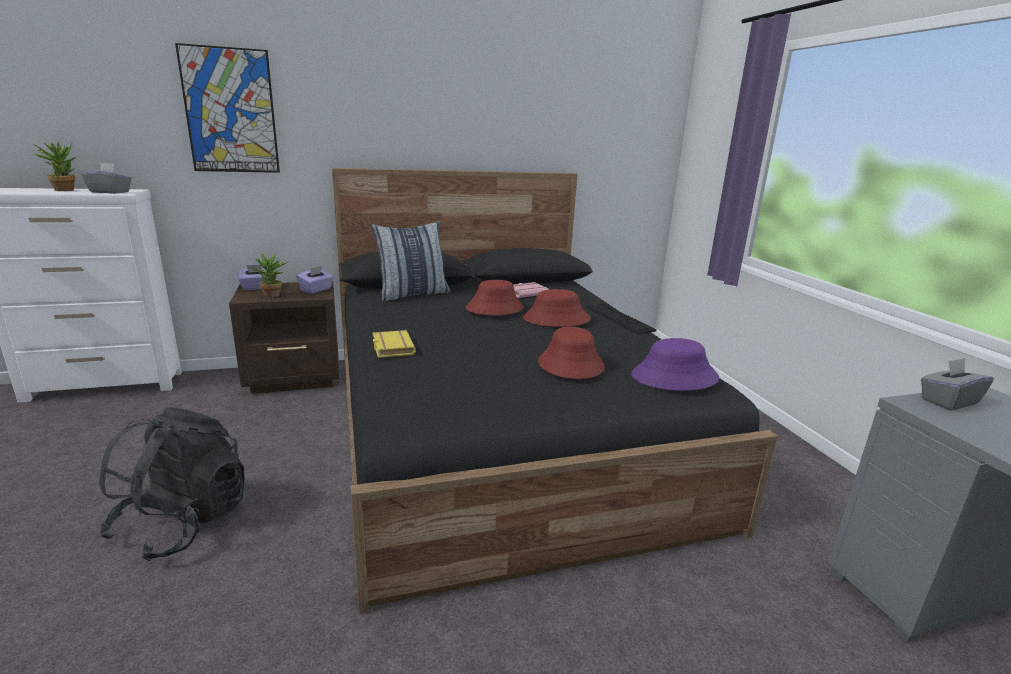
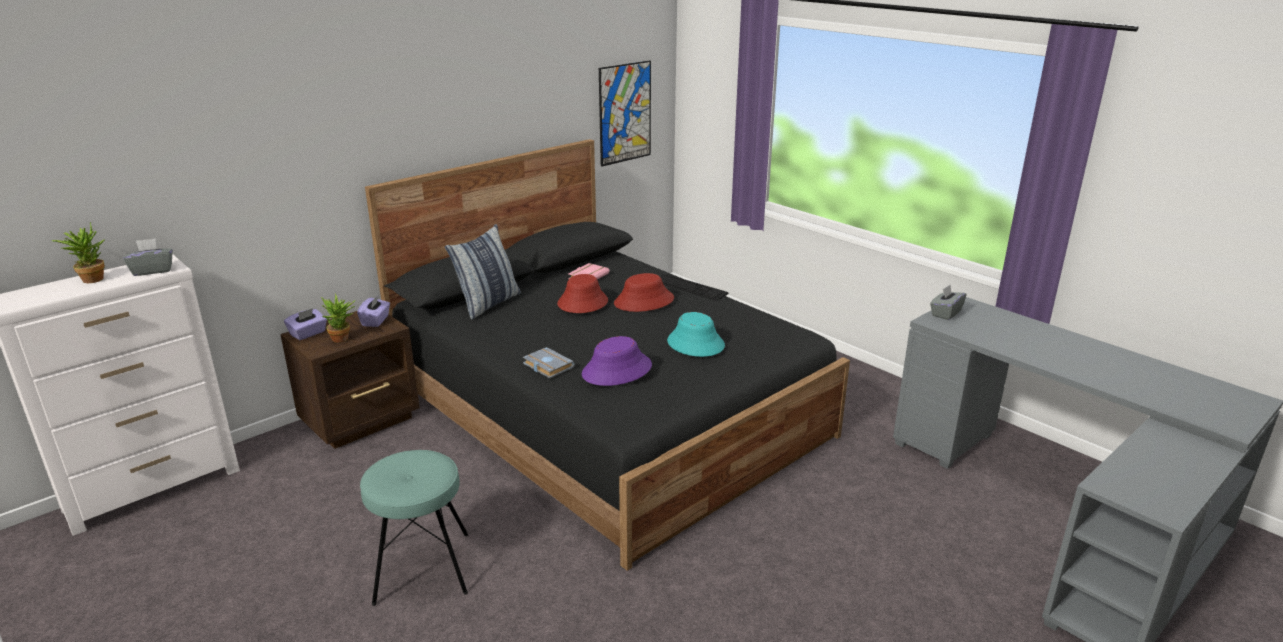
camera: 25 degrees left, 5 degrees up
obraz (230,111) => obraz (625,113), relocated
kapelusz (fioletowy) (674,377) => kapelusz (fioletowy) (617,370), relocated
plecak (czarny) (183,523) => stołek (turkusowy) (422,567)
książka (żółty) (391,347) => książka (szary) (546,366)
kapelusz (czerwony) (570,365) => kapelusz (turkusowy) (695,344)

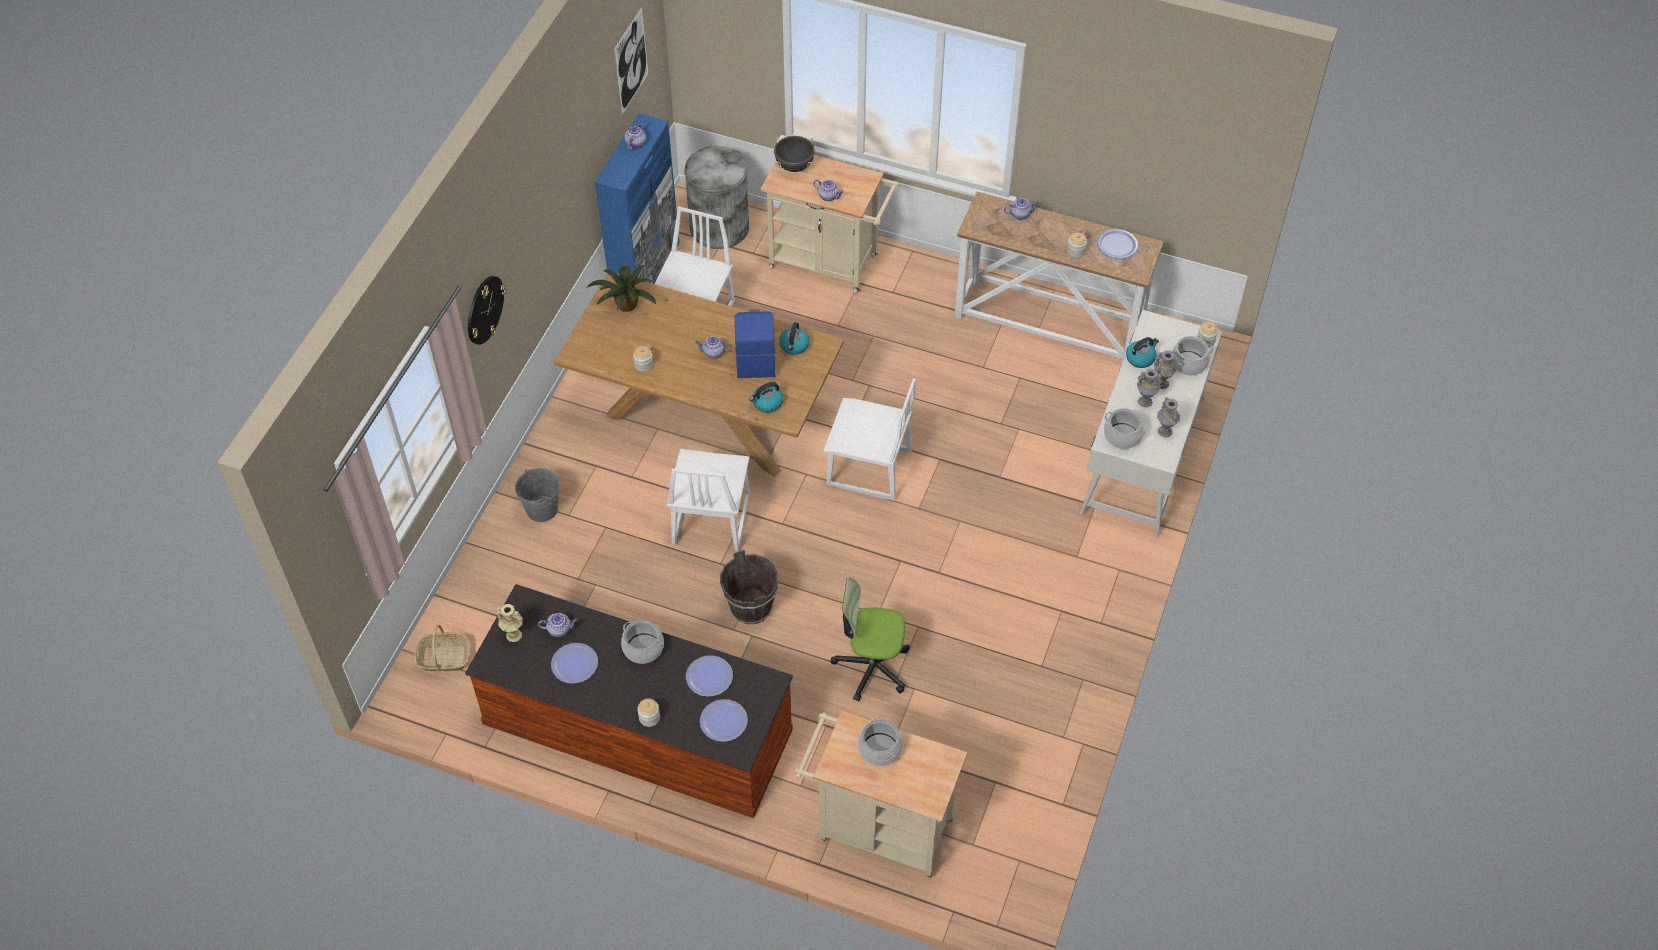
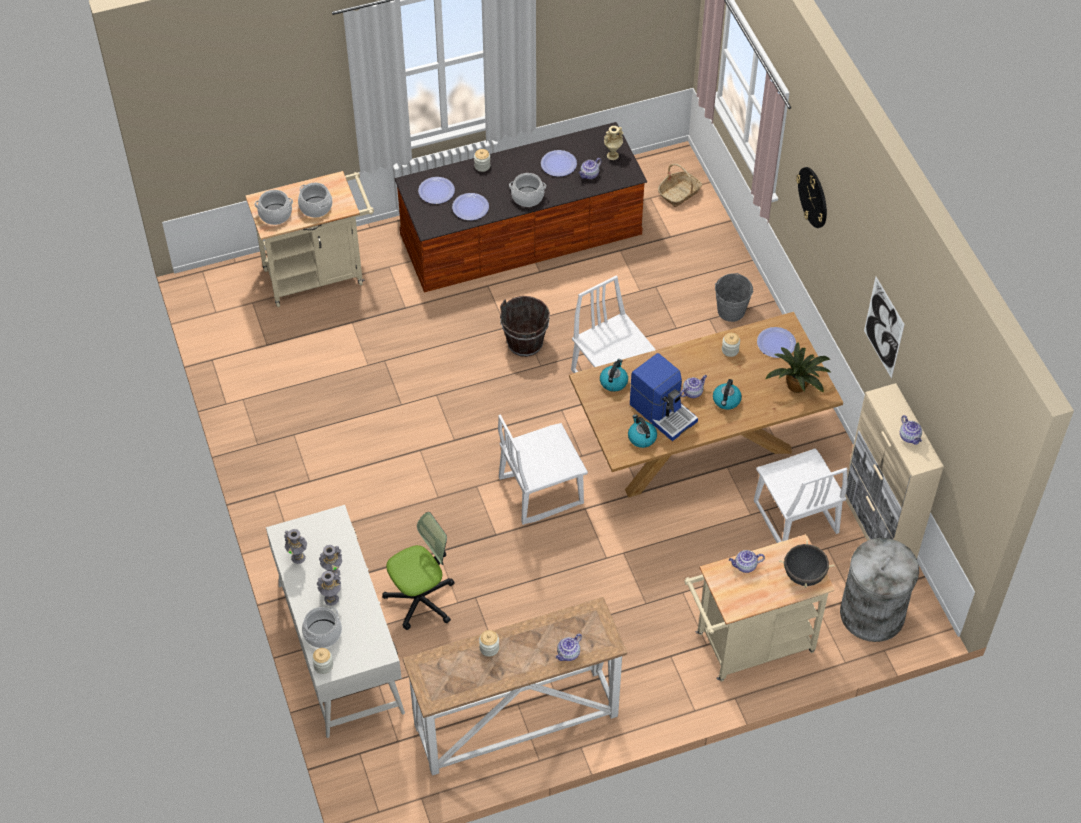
camera: 140 degrees right, 0 degrees up
obraz (631,61) => obraz (883,327), relocated
krzesło biurowe (872,666) => krzesło biurowe (420,599), relocated
talerz (1117,245) => talerz (776,343), relocated
garnek (1122,436) => garnek (275,214), relocated
czajnik (1140,358) => czajnik (726,401), relocated
szafka (niebieski) (646,272) => szafka (beżowy) (878,530)

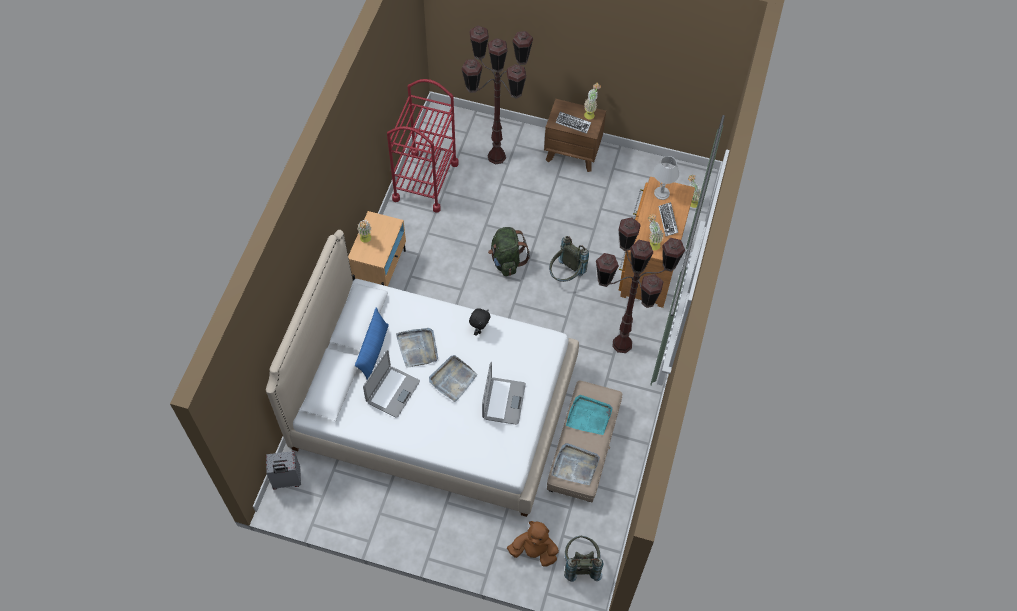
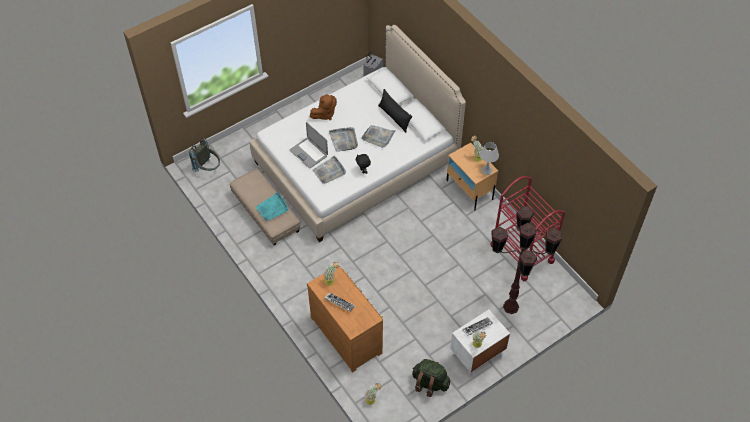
camera: 130 degrees right, 5 degrees down
laptop (392,392) => nothing
plecak (szary) (565,275) => nothing
lampa stojąca (brązowy) (622,343) => nothing
plecak (zielony) (506,260) => plecak (zielony) (429,383), relocated
pluszak (brązowy) (534,551) => pluszak (brązowy) (324,114), relocated
taca (szary) (575,465) => taca (szary) (329,171), relocated
lampa stołowa (szary) (661,193) => lampa stołowa (szary) (487,170), relocated
poduszka (niebieski) (373,351) => poduszka (czarny) (394,117)
szafka nocna (brązowy) (573,153) => szafka nocna (biały) (476,356)

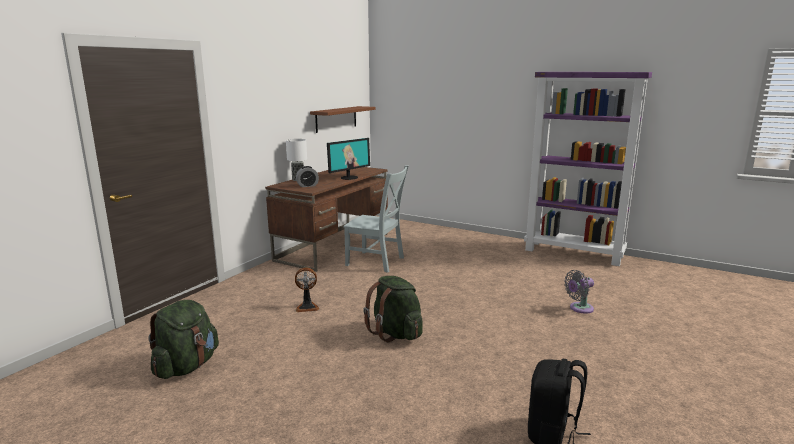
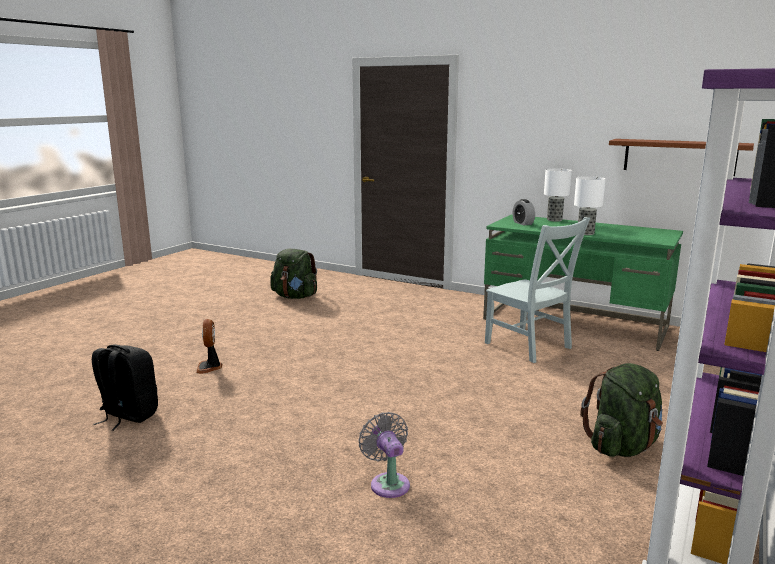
camera: 90 degrees right, 0 degrees up
wentylator (307,307) => wentylator (210,367), relocated
plecak (zielony) (395,333) => plecak (zielony) (622,446), relocated
monitor (349,177) => lampa stołowa (586,233)
biurko (brązowy) (334,246) => biurko (zielony) (575,323)
krzesło (szary) (377,262) => krzesło (szary) (530,347), 60 degrees counterclockwise

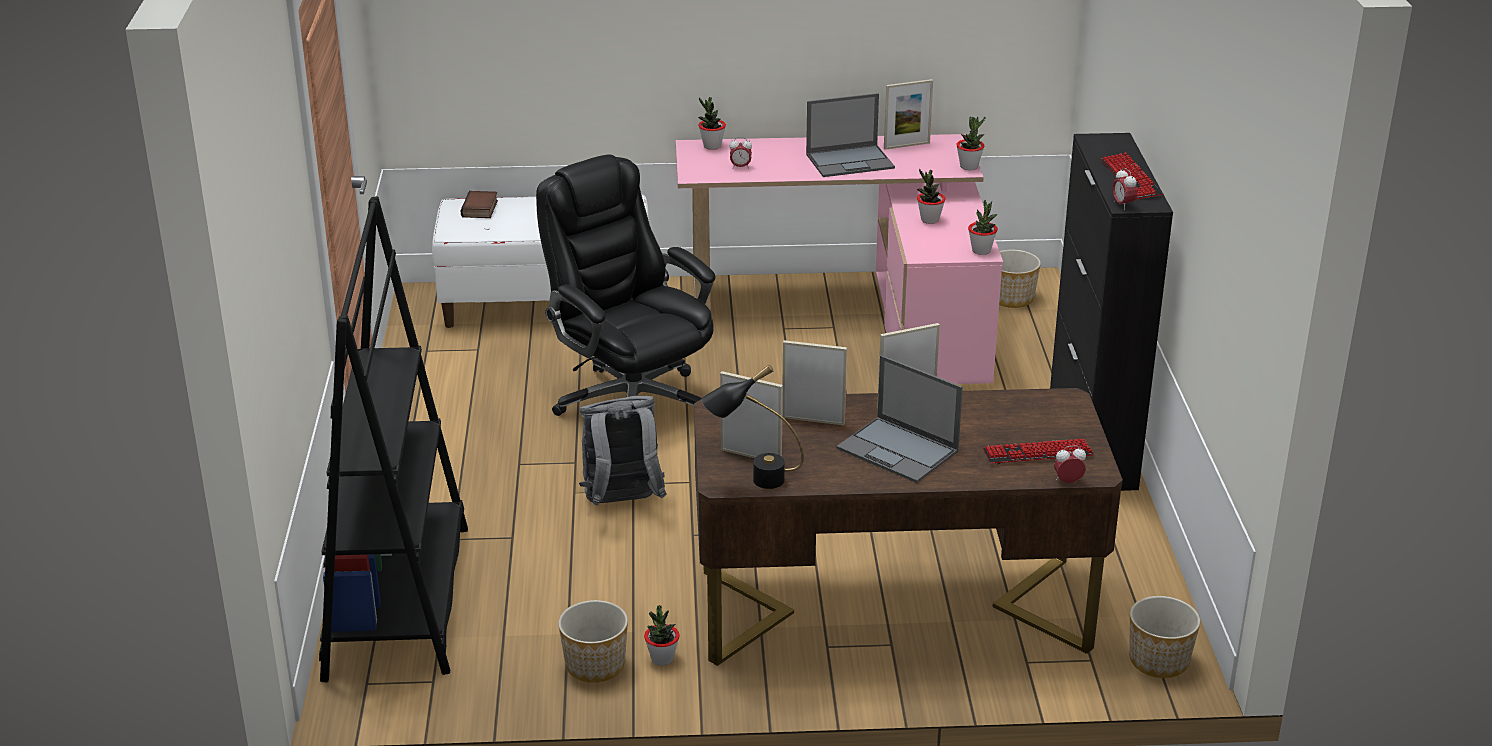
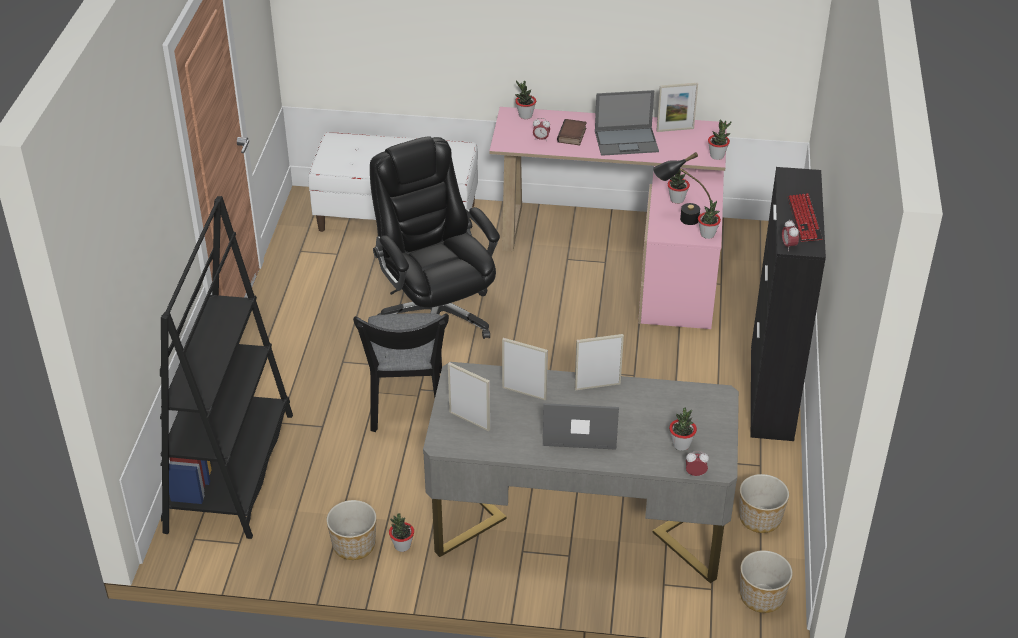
camera: 10 degrees right, 10 degrees up
książka (481,209) => książka (572,135), relocated
lampa stołowa (czarny) (753,480) => lampa stołowa (czarny) (680,218), relocated
donica (1012,298) => donica (760,518), relocated
plecak (szary) (622,503) => krzesło (czarny) (407,406)
klawiatura (1038,454) => roślina doniczkowa (681,445)
biurko (brązowy) (893,609) => biurko (szary) (579,525)
laptop (899,450) => laptop (579,429), 135 degrees clockwise

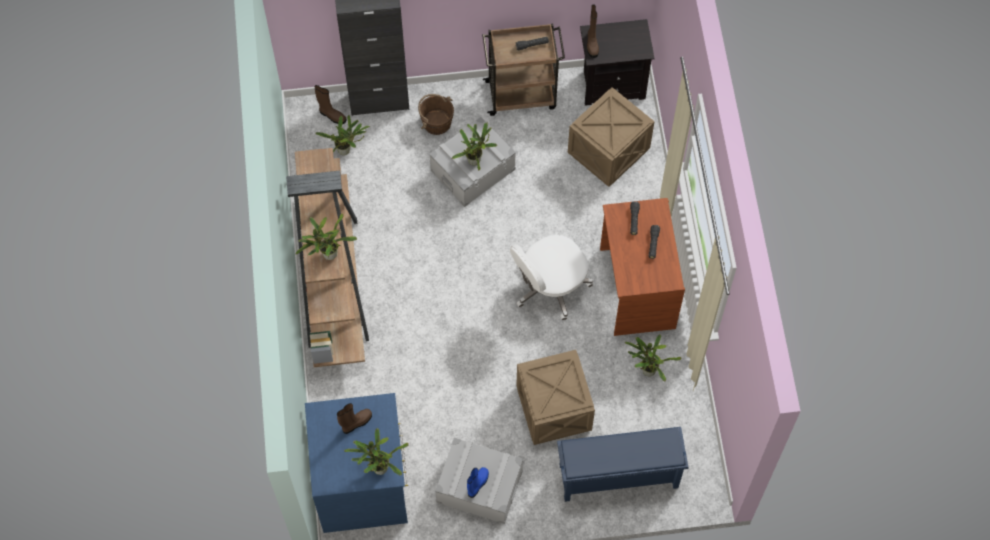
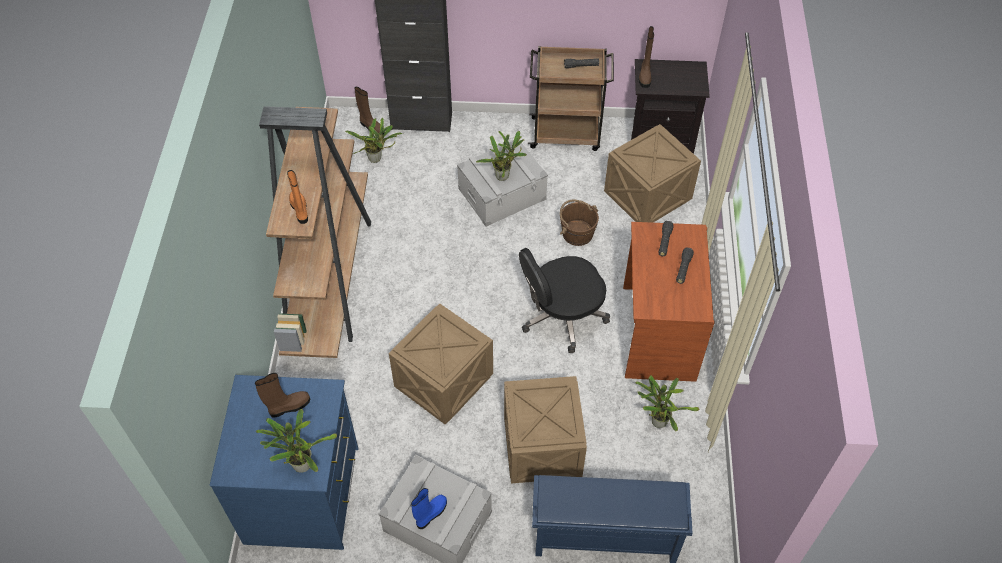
camera: 10 degrees right, 10 degrees down
nothing => skrzynka (444,380)
wiadro (brązowy) (436,122) => wiadro (brązowy) (577,233), relocated
roślina doniczkowa (327,254) => but z cholewką (pomarańczowy) (300,210)
krzesło biurowe (biały) (550,286) => krzesło biurowe (czarny) (561,316)

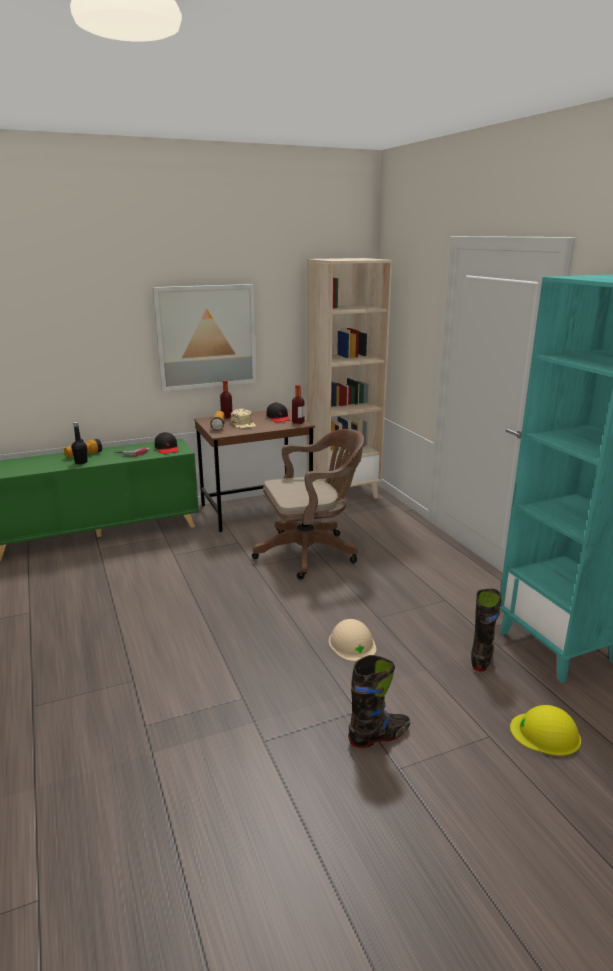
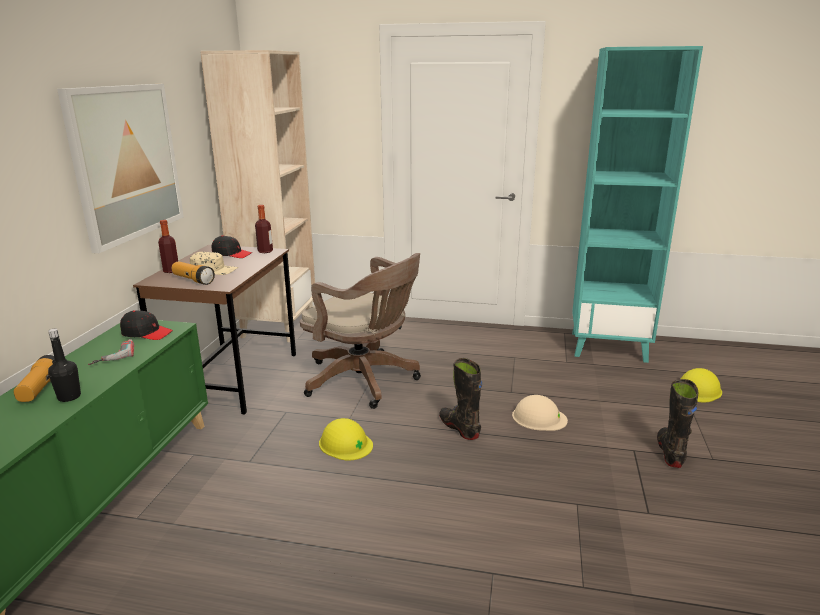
camera: 55 degrees left, 0 degrees up
nothing => kask (żółty) (345,443)
but z cholewką (czarny) (481,657) => but z cholewką (czarny) (459,428), relocated
krzesło biurowe (brązowy) (311,552) => krzesło biurowe (brązowy) (365,381), 105 degrees clockwise

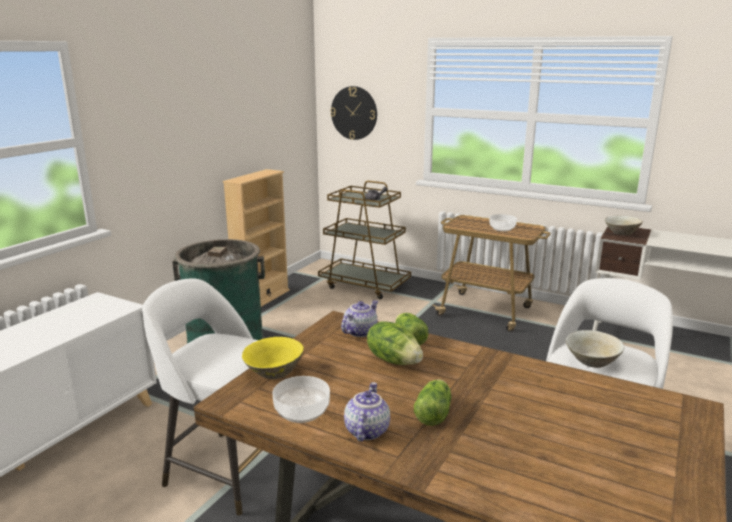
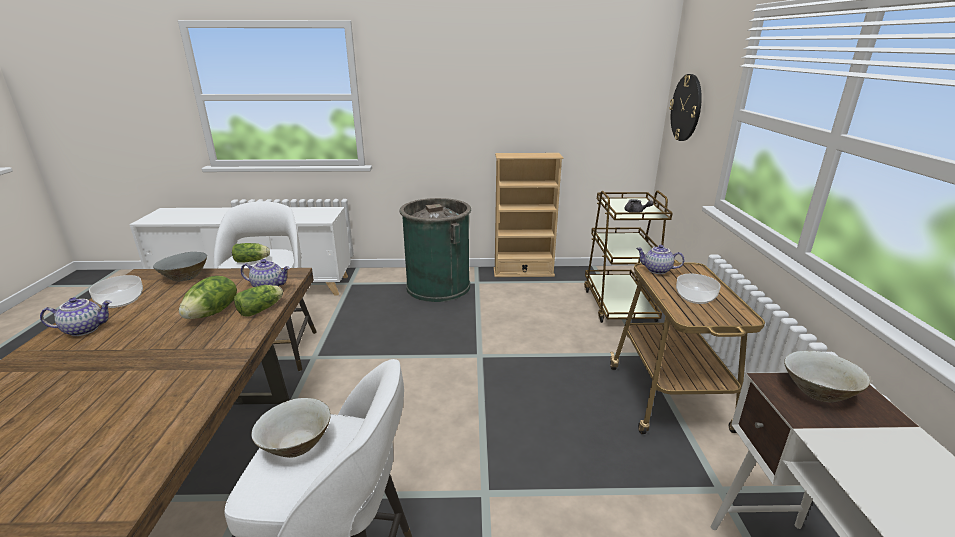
camera: 60 degrees right, 5 degrees up
nothing => imbryk (657,270)
sałata (434,412) => sałata (253,261), relocated
miska (żółty) (274,372) => miska (szary) (185,277)

